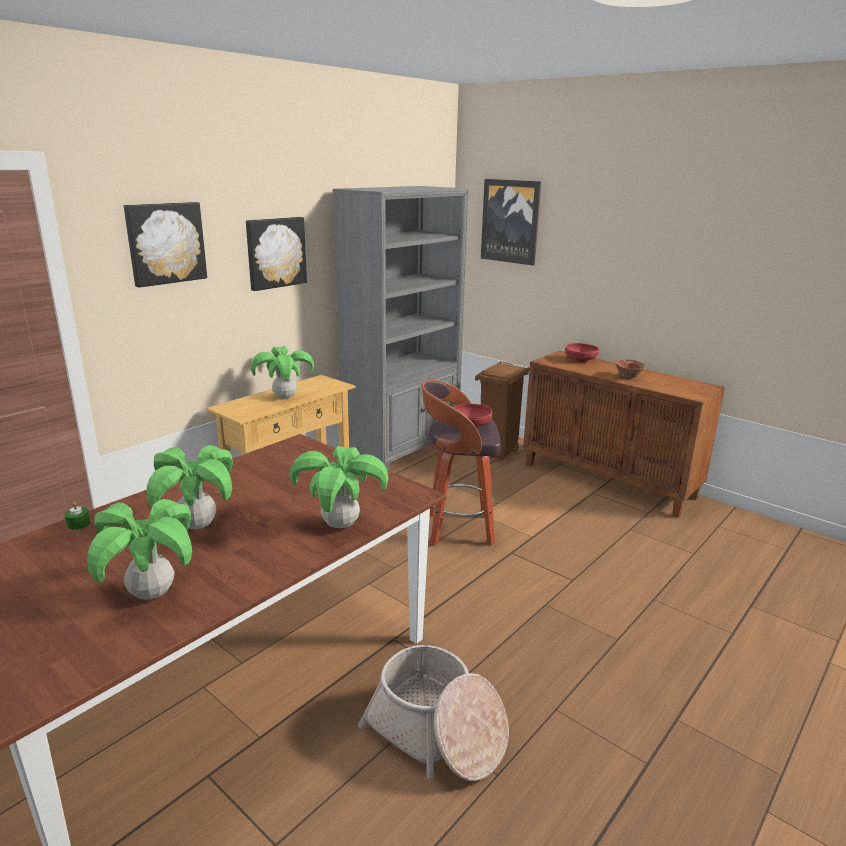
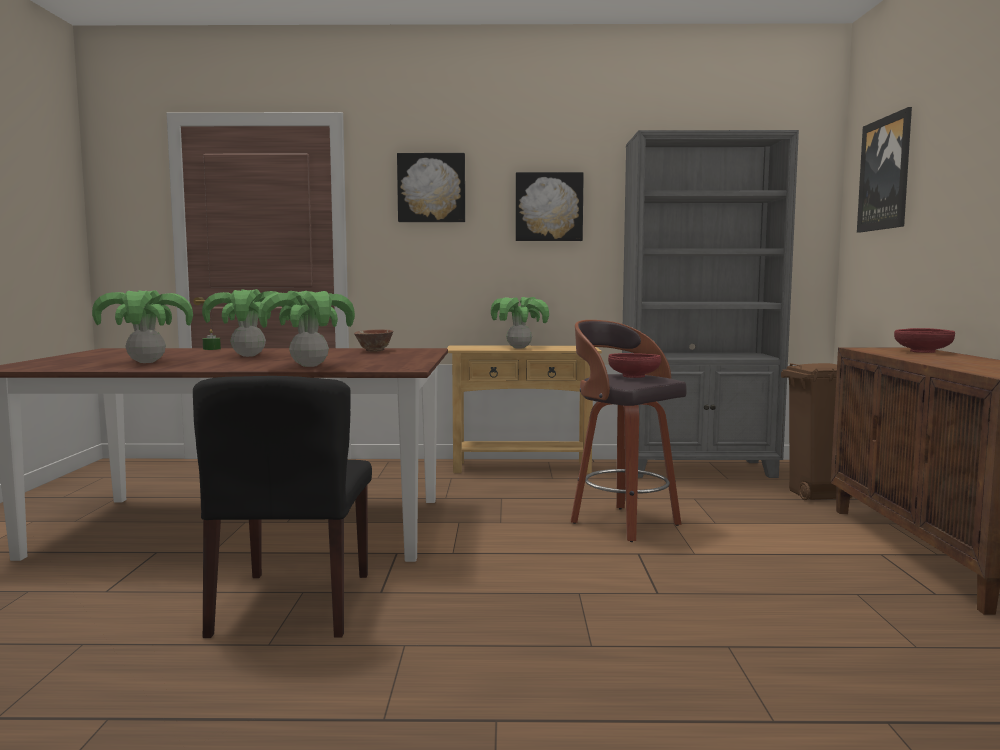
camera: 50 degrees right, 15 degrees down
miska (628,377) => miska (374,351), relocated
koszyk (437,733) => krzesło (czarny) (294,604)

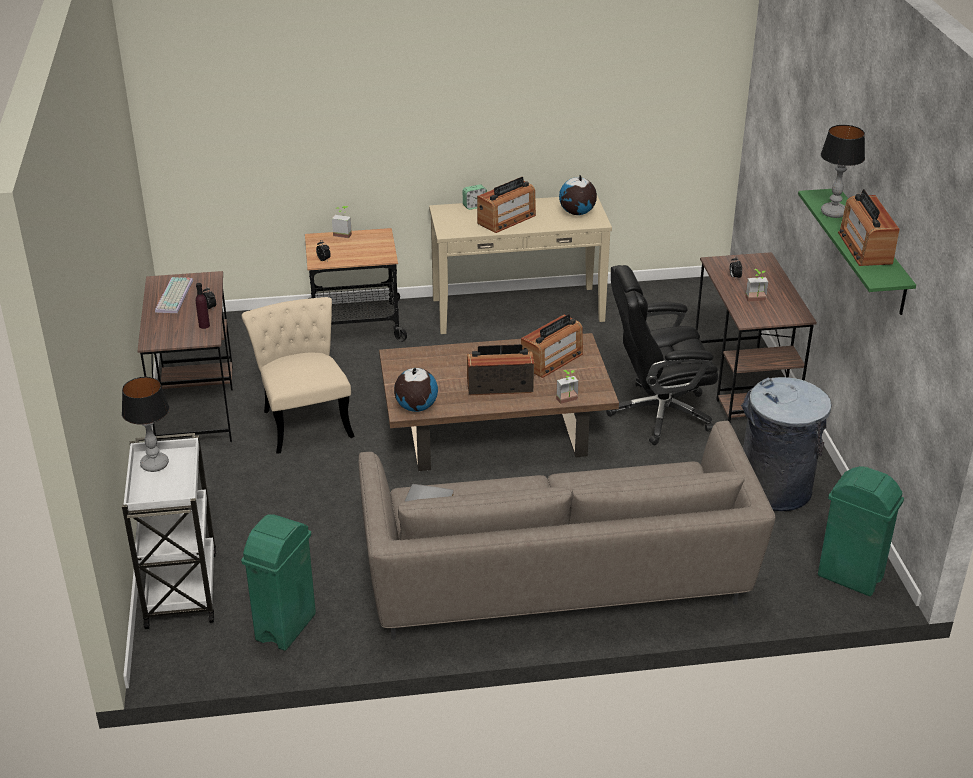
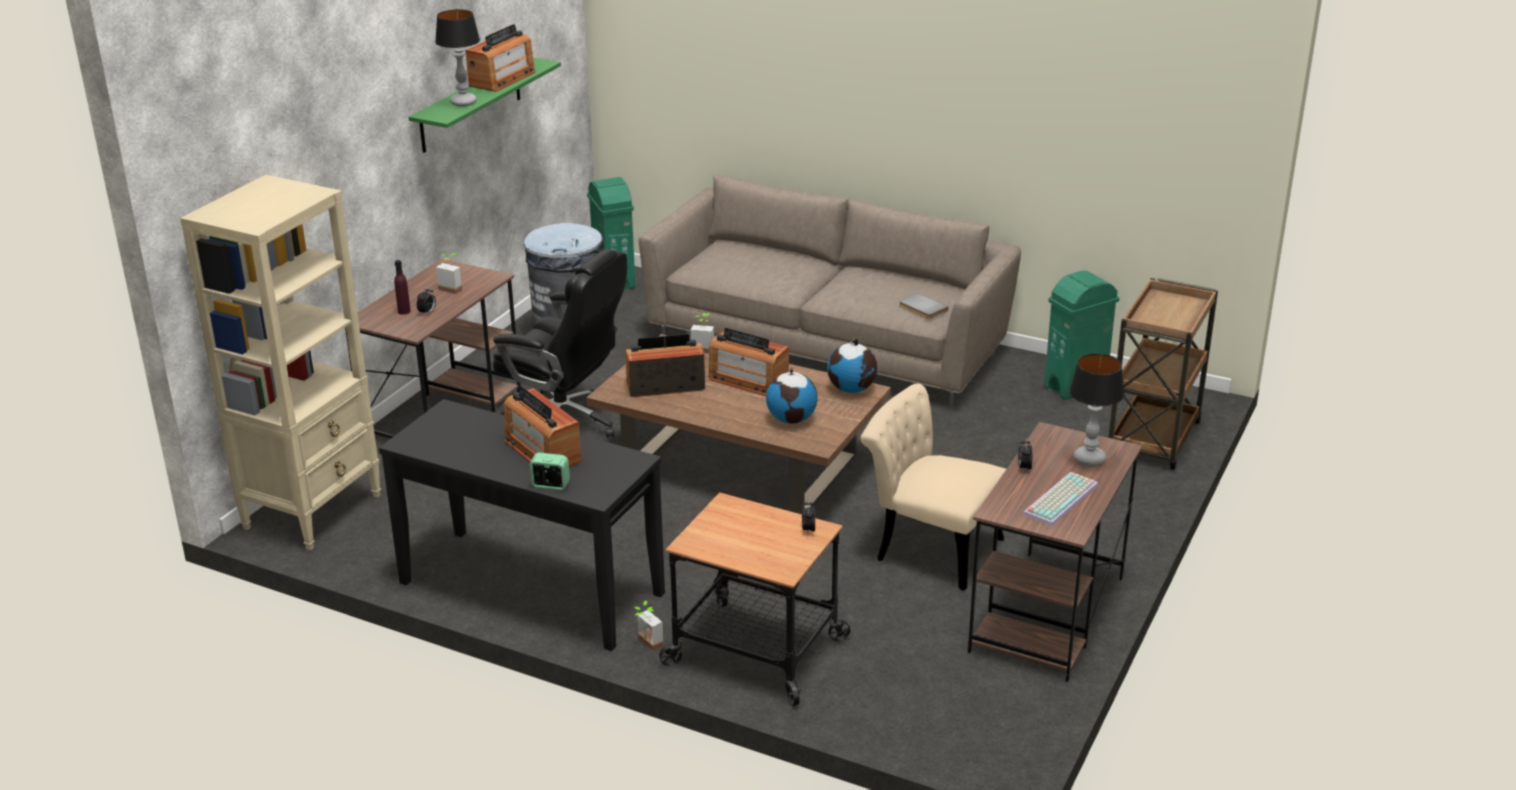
camera: 145 degrees left, 5 degrees down
nothing => regał (beżowy) (314,511)
lampa stołowa (154,465) => lampa stołowa (1090,459), relocated
butelka (fioletowy) (204,325) => butelka (fioletowy) (404,311), relocated
roślina doniczkowa (343,233) => roślina doniczkowa (646,644), relocated
globus (577,213) => globus (792,419), relocated
wózek (biały) (181,588) => wózek (brązowy) (1153,440)
stolik konsolowy (beżowy) (517,309) => stolik konsolowy (czarny) (530,589)
krzesło (beżowy) (304,420) => krzesło (beżowy) (928,548), 105 degrees clockwise
radio (506,219) => radio (542,451), 120 degrees counterclockwise

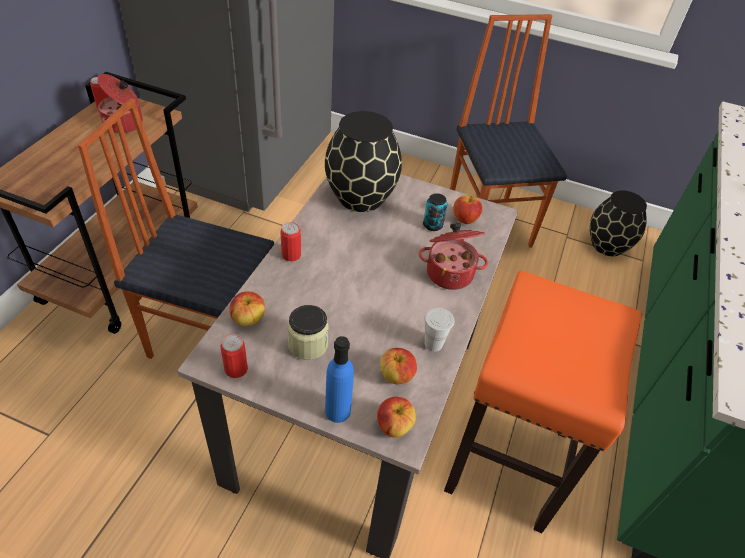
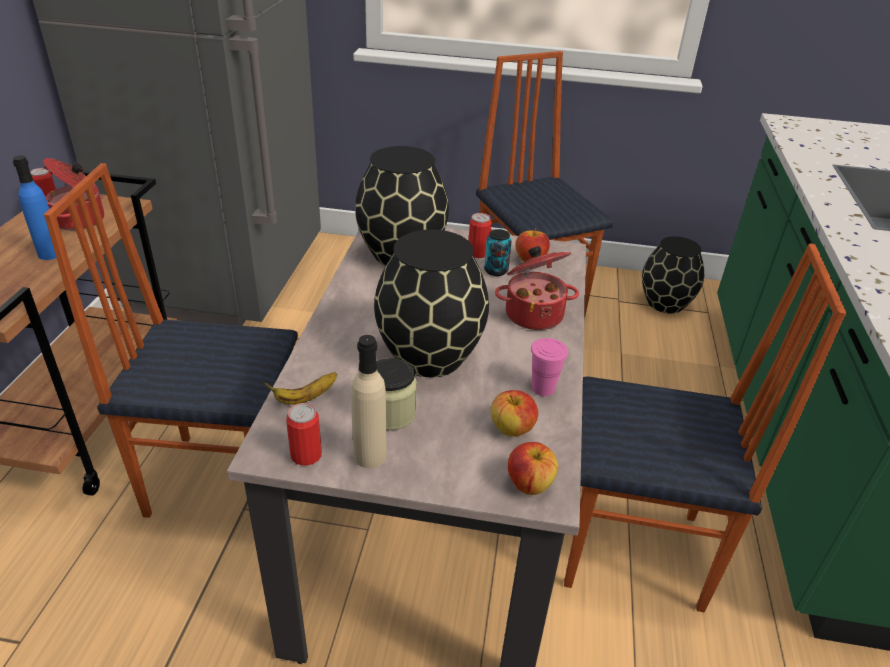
camera: 10 degrees left, 10 degrees down
nothing => butelka (beżowy) (370,456)
nothing => wazon (czarny) (430,357)
puszka (291,255) => puszka (478,253), relocated
butelka (niebieski) (337,411) => butelka (niebieski) (50,254), relocated
jabłko (248,319) => banan (305,398)
stołek (pomarańczowy) (507,461) => krzesło (634,552)
filiżanka (biały) (433,344) => filiżanka (różowy) (543,388)

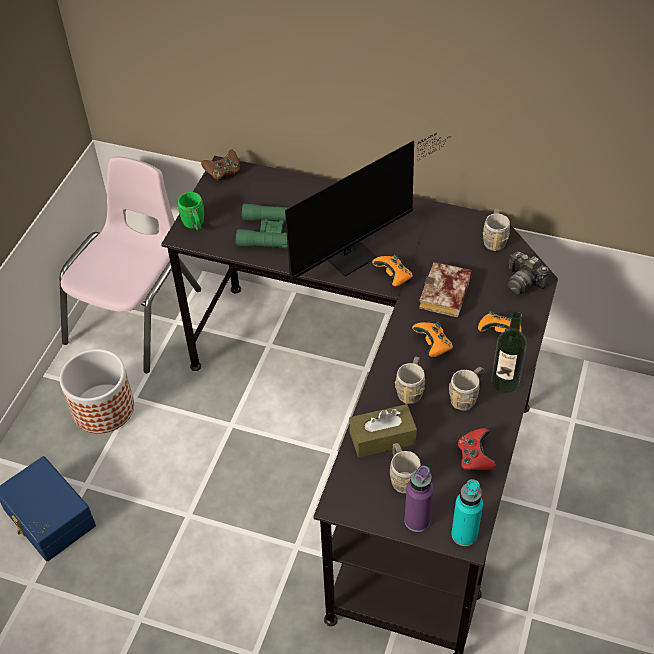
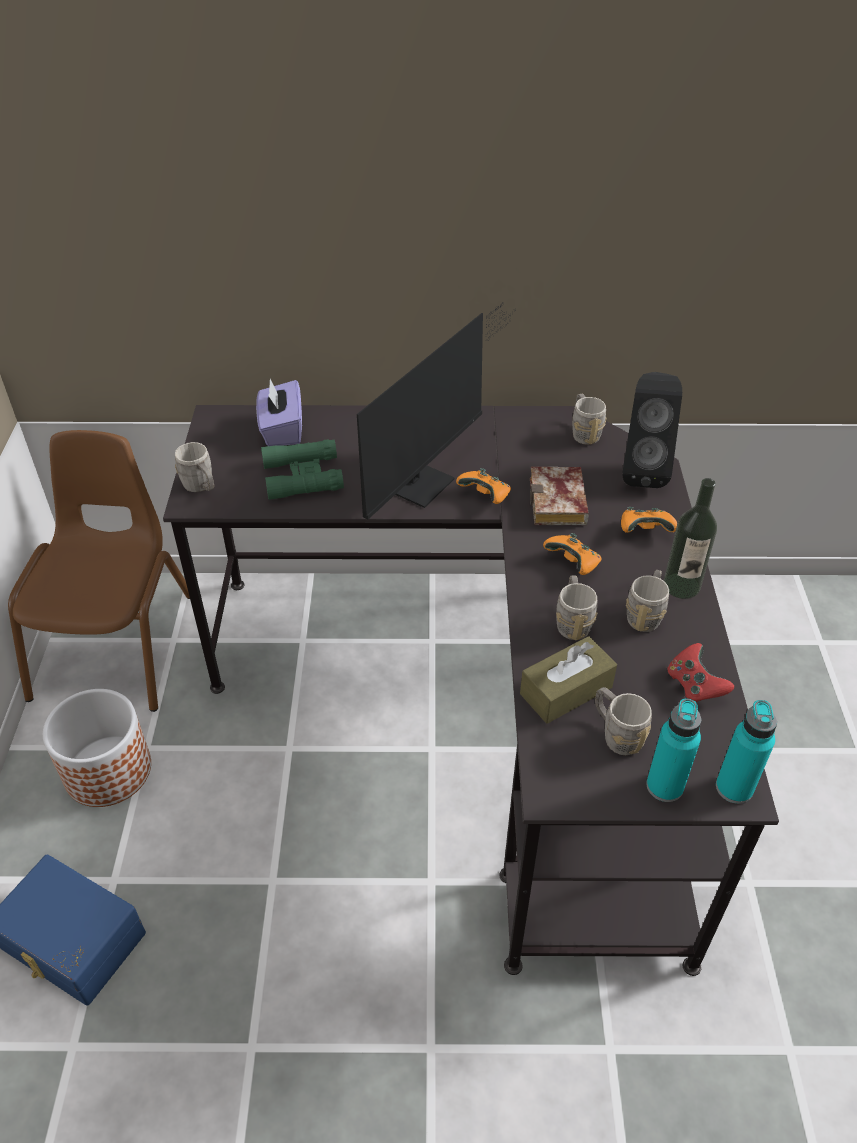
camera: 20 degrees left, 5 degrees down
pad do gier (brązowy) (223,173) => nothing
nothing => pudełko chusteczek (fioletowy) (282,430)
aparat fotograficzny (524,282) => głośnik (czarny) (642,470)
krzesło (różowy) (135,316) => krzesło (brązowy) (117,645)
kubek (zielony) (195,225) => kubek (szary) (201,487)
butelka (fioletowy) (417,520) => butelka (turkusowy) (664,786)

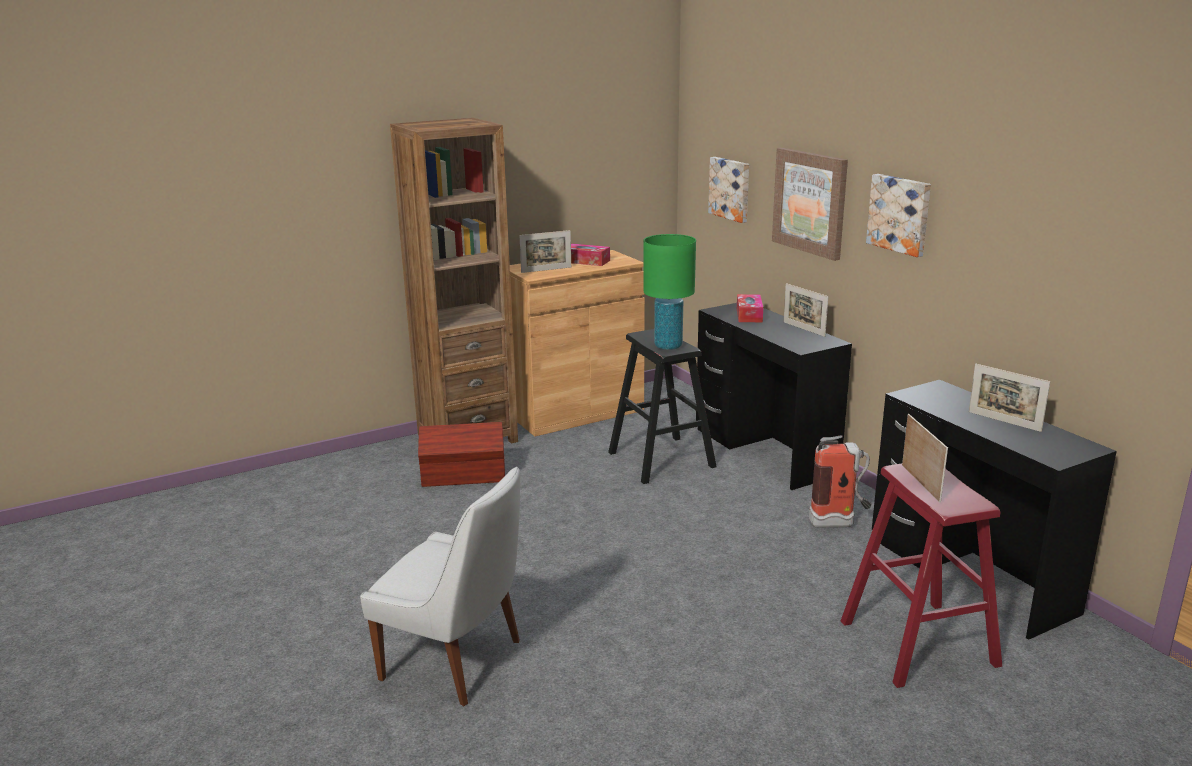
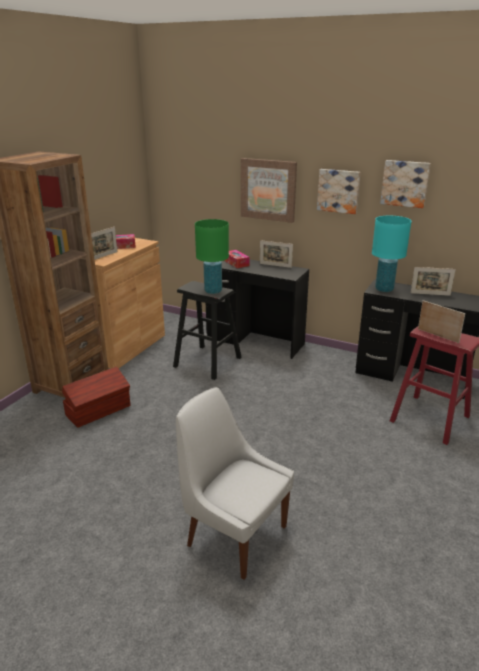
camera: 35 degrees left, 5 degrees up
gaśnica (839,523) => nothing
nothing => lampa stołowa (turkusowy) (384,289)
obraz (731,189) => obraz (405,183), relocated
krzesło (biały) (456,661) => krzesło (biały) (234,534), 135 degrees counterclockwise

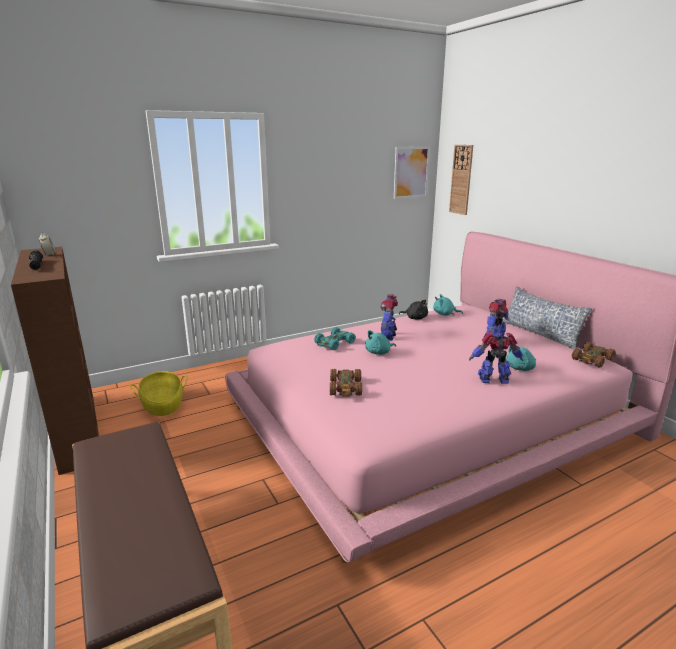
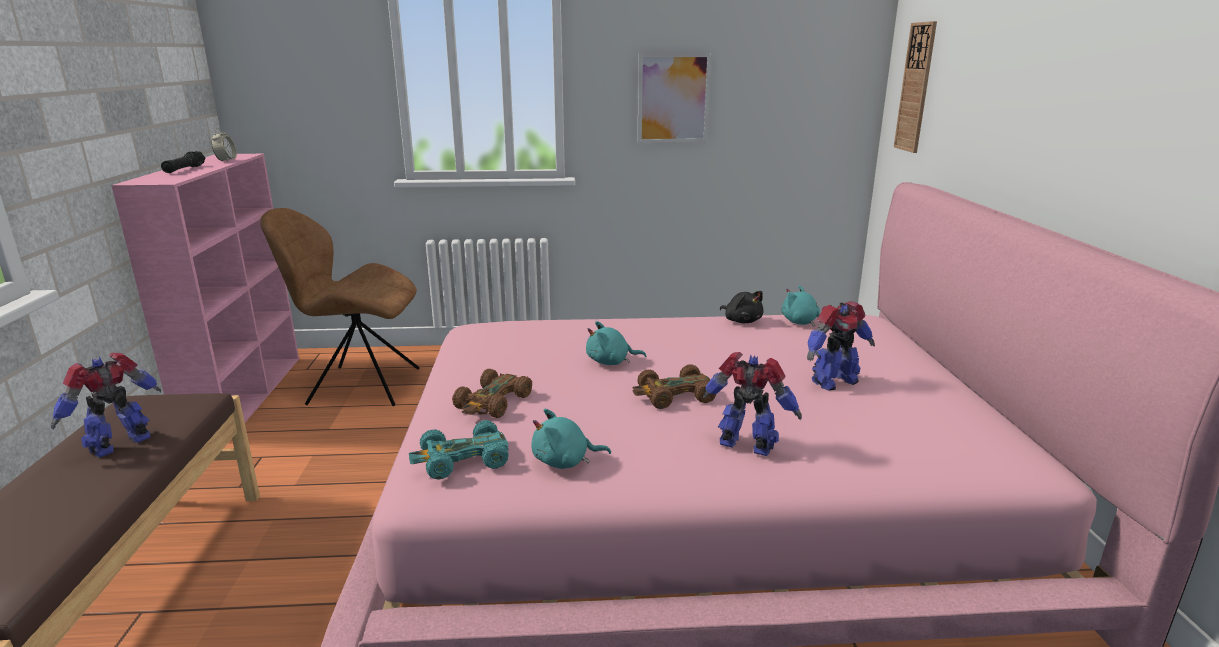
camera: 25 degrees right, 0 degrees up
poduszka (540,333) => nothing
samochodzik (turkusowy) (334,343) => samochodzik (turkusowy) (462,460), relocated
robot zabawkowy (388,336) => robot zabawkowy (122,444), relocated
obraz (411,172) => obraz (673,98), relocated
pluszak (turkusowy) (521,368) => pluszak (turkusowy) (565,461), relocated
samochodzik (brązowy) (592,360) => samochodzik (brązowy) (674,396), relocated
koszyk (163,405) => krzesło (brązowy) (360,386)
regał (brązowy) (77,430) => regał (różowy) (245,394)

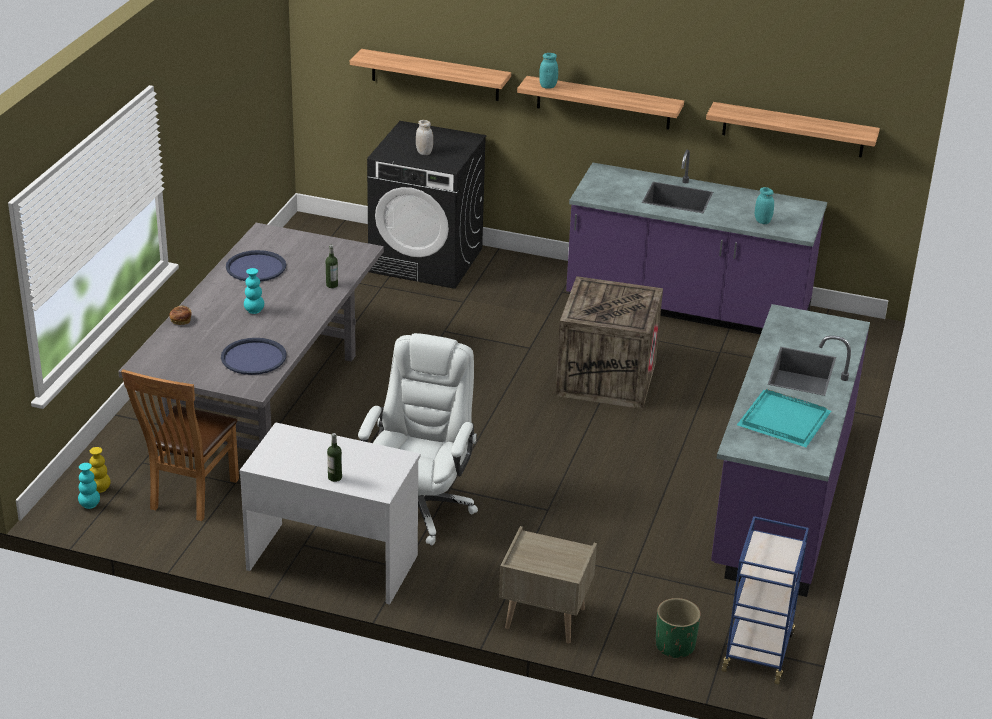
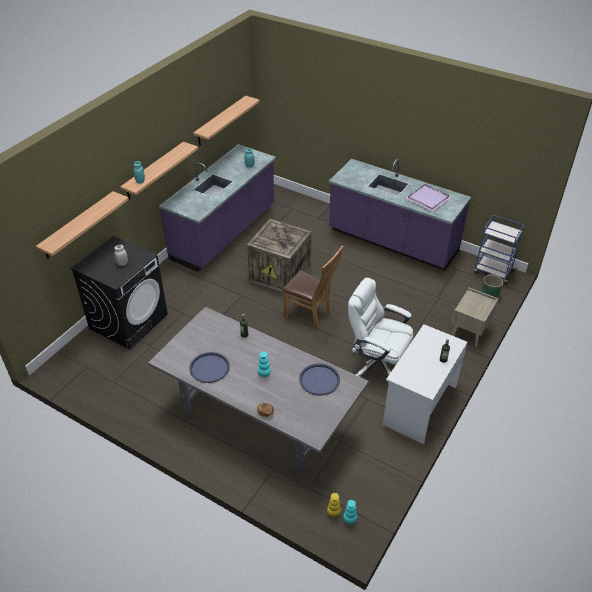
camera: 75 degrees left, 10 degrees up
krzesło (brązowy) (190,496) => krzesło (brązowy) (310,314), relocated
taca (turkusowy) (782,421) => taca (fioletowy) (428,199)

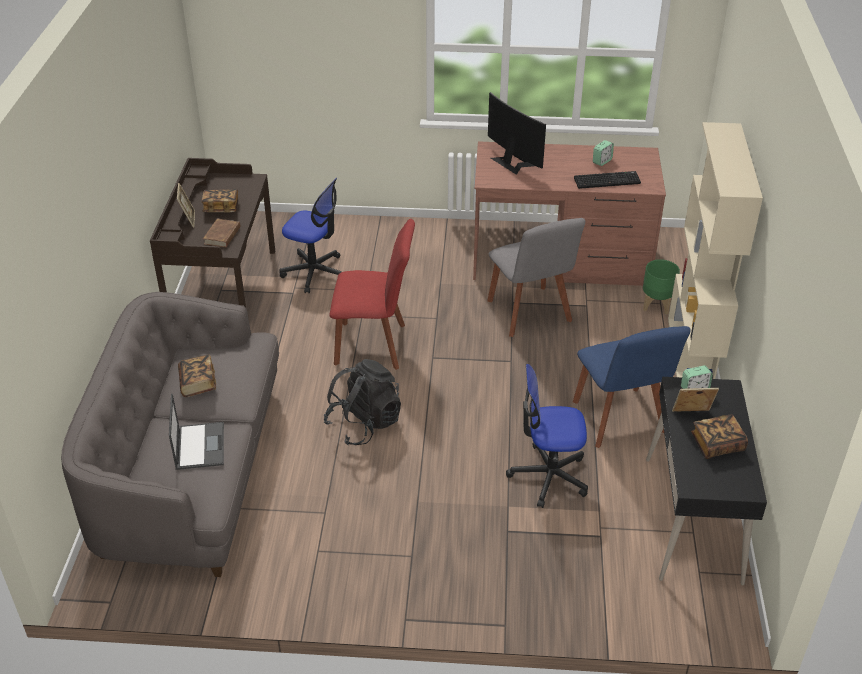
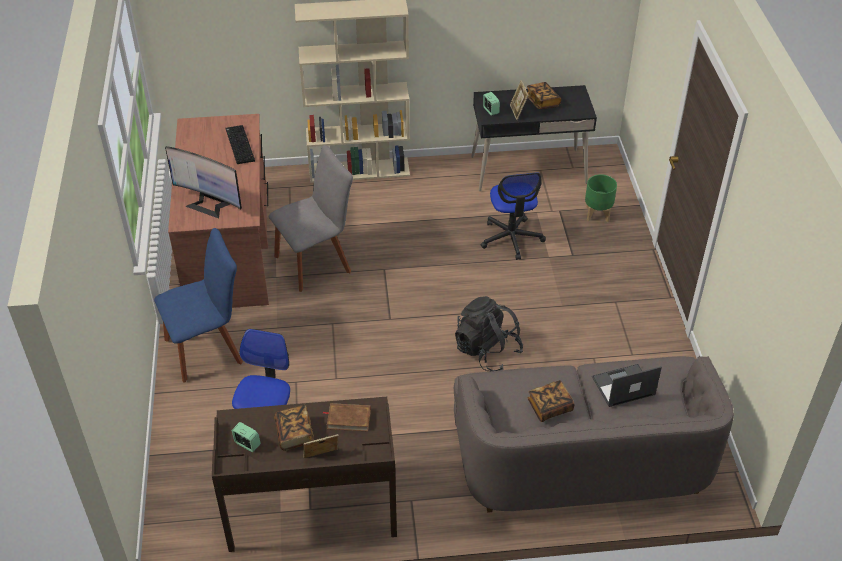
camera: 100 degrees left, 5 degrees up
krzesło (czerwony) (375,345) => nothing
krzesło (niebieski) (620,420) => krzesło (niebieski) (207,349), relocated
budzik (602,161) => budzik (247,444), relocated
donica (zielony) (656,305) => donica (zielony) (598,214), relocated
monitor (512,162) => monitor (209,204), 105 degrees counterclockwise

